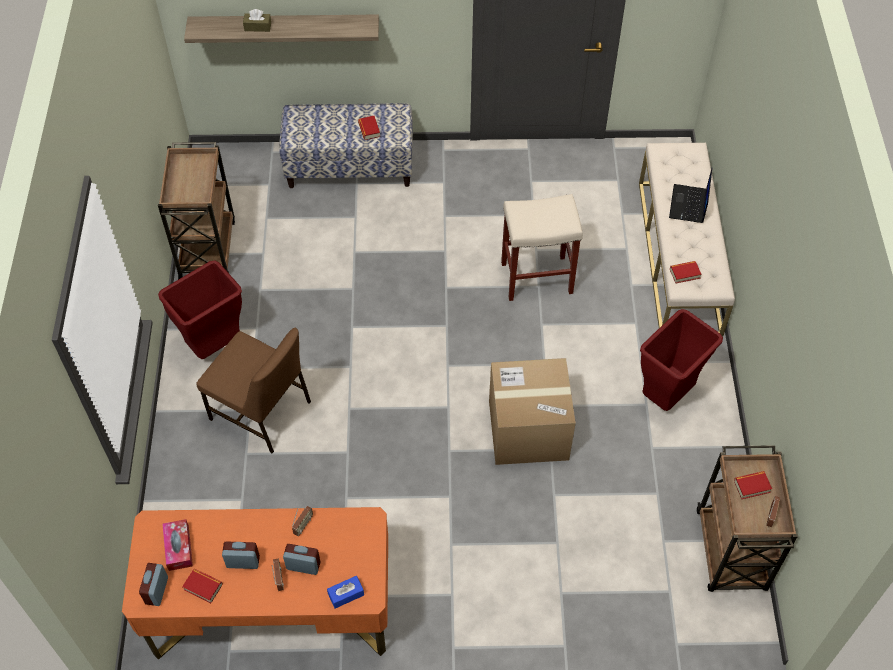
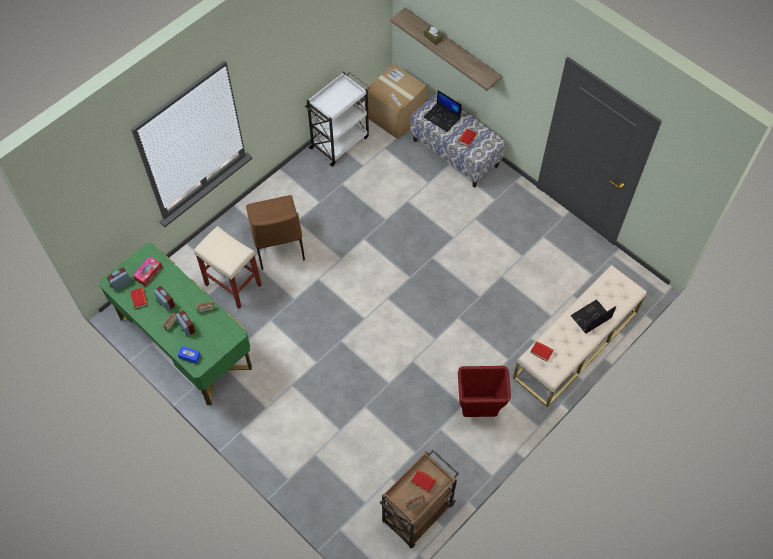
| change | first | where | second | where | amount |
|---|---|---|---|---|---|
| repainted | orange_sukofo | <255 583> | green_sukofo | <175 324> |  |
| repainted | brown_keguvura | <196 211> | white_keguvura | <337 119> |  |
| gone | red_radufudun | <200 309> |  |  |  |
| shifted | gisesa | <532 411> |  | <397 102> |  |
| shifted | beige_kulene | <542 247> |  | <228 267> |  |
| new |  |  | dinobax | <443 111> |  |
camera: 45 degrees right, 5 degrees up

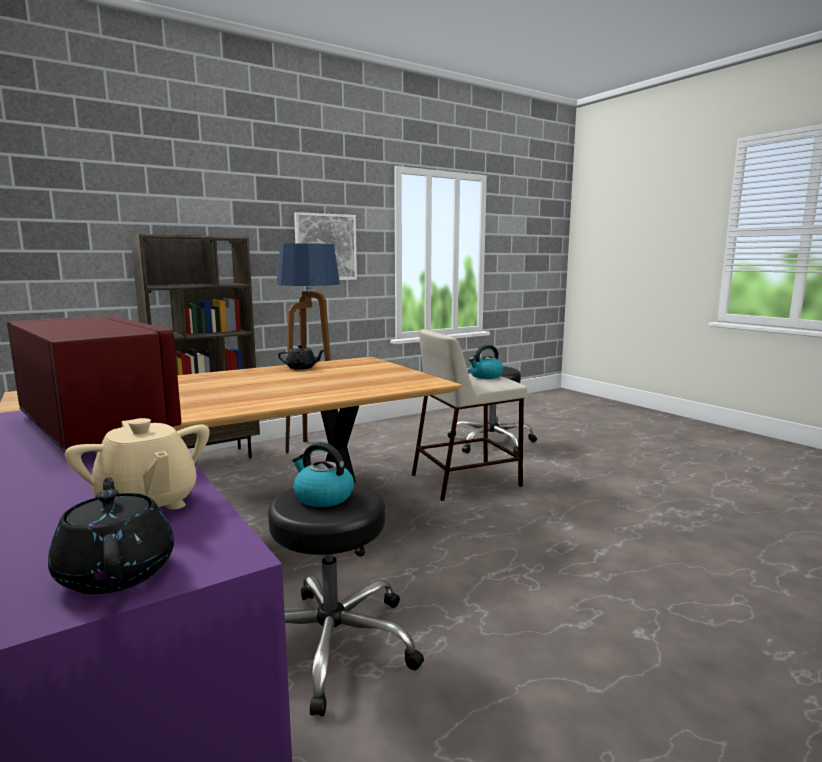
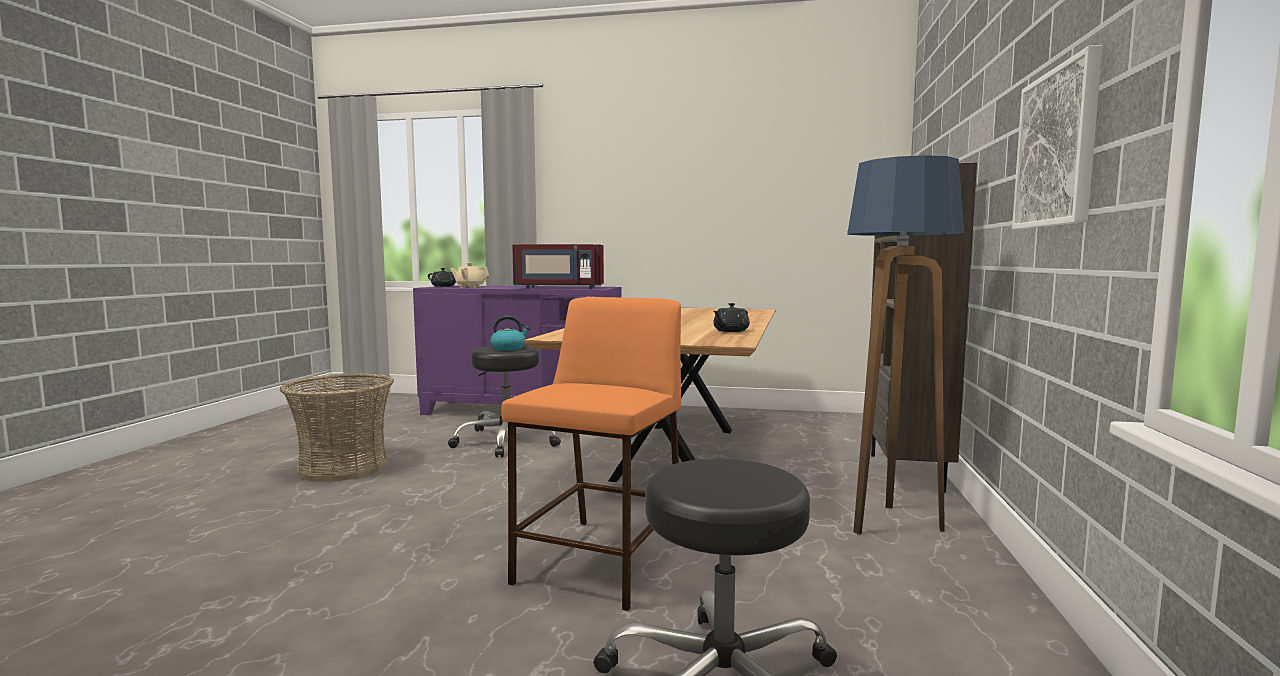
| change | first | where | second | where | amount |
|---|---|---|---|---|---|
| repainted | beige_kulene | <469 415> | orange_kulene | <591 454> |  |
| gone | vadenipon | <486 362> |  |  |  |
| new |  |  | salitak | <337 427> |  |
camera: 135 degrees right, 5 degrees down

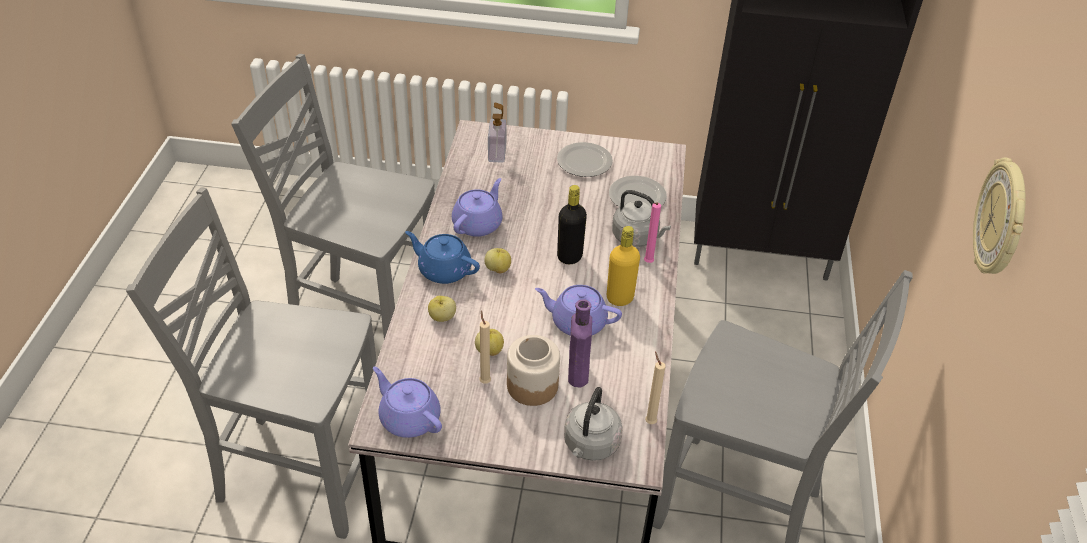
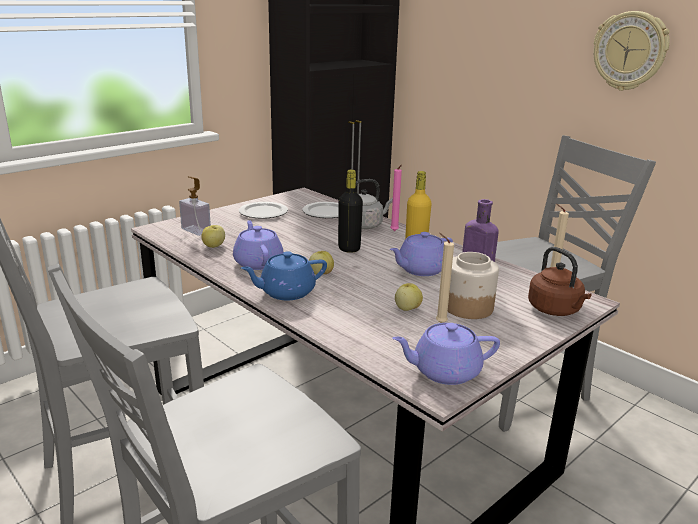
| change | first | where | second | where | amount |
|---|---|---|---|---|---|
| shifted | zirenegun | <442 308> |  | <213 236> |  |
| repainted | grey_vadenipon | <593 424> | brown_vadenipon | <559 281> |  |
camera: 50 degrees left, 20 degrees down

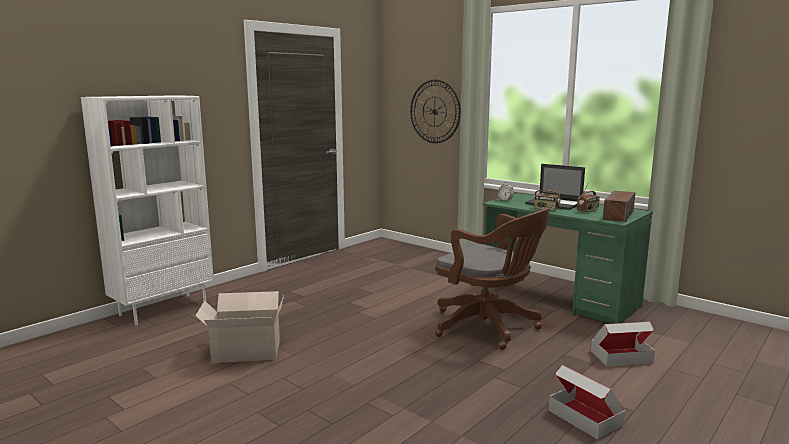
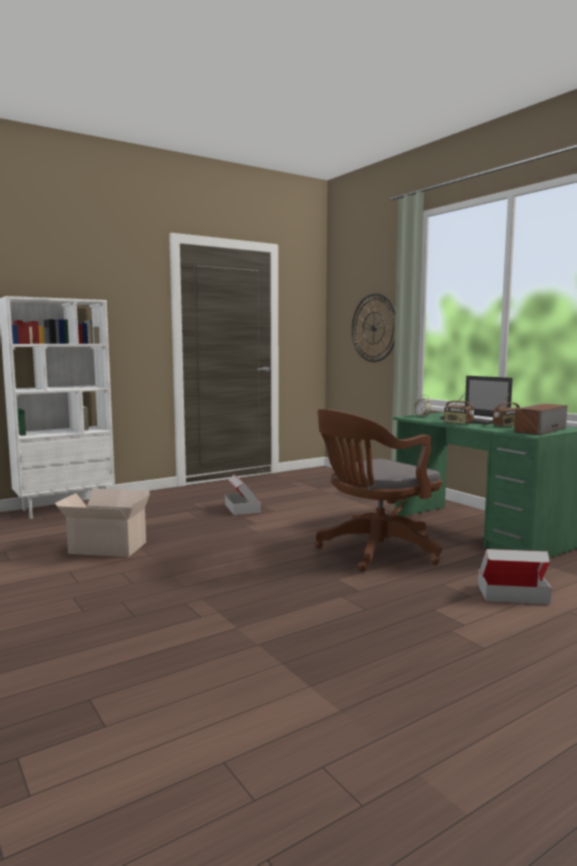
| change | first | where | second | where | amount |
|---|---|---|---|---|---|
| rotated | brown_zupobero | <492 279> |  | <378 490> | 90 degrees clockwise |
| shifted | gisesa | <586 402> |  | <243 495> |  |
camera: 15 degrees right, 5 degrees down

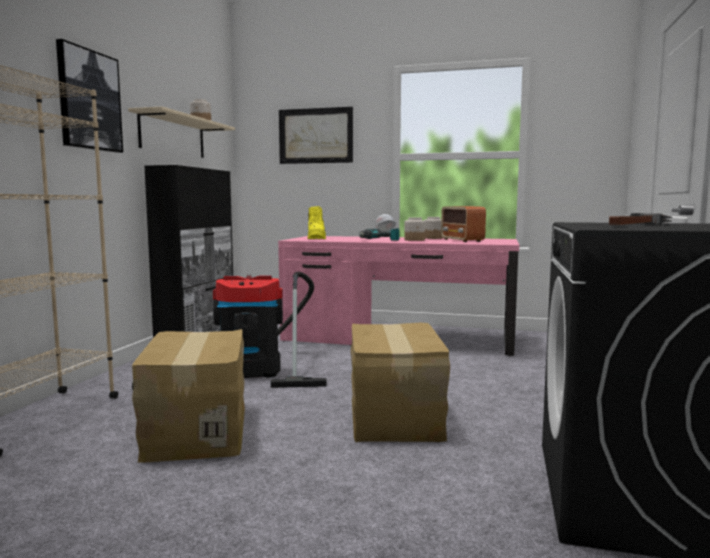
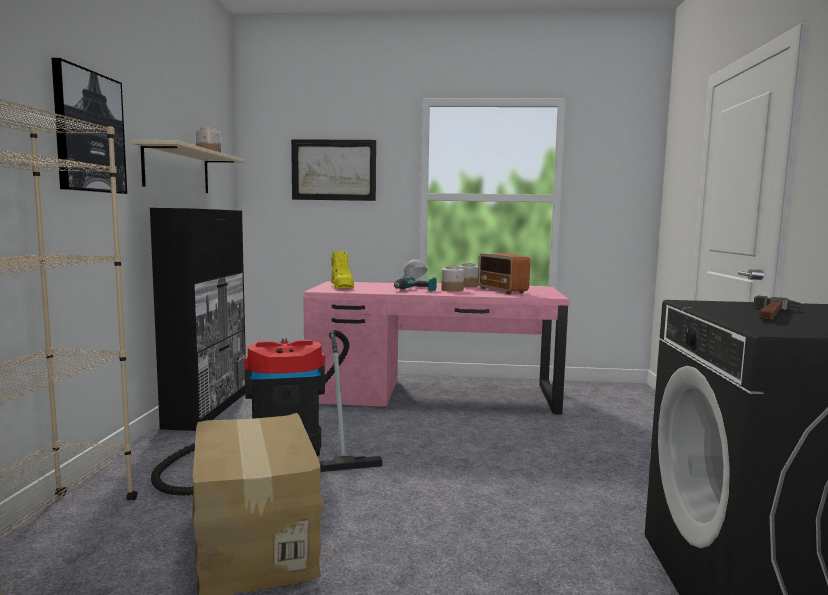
| change | first | where | second | where | amount |
|---|---|---|---|---|---|
| gone | gisesa | <400 382> |  |  |  |
camera: 10 degrees left, 0 degrees up

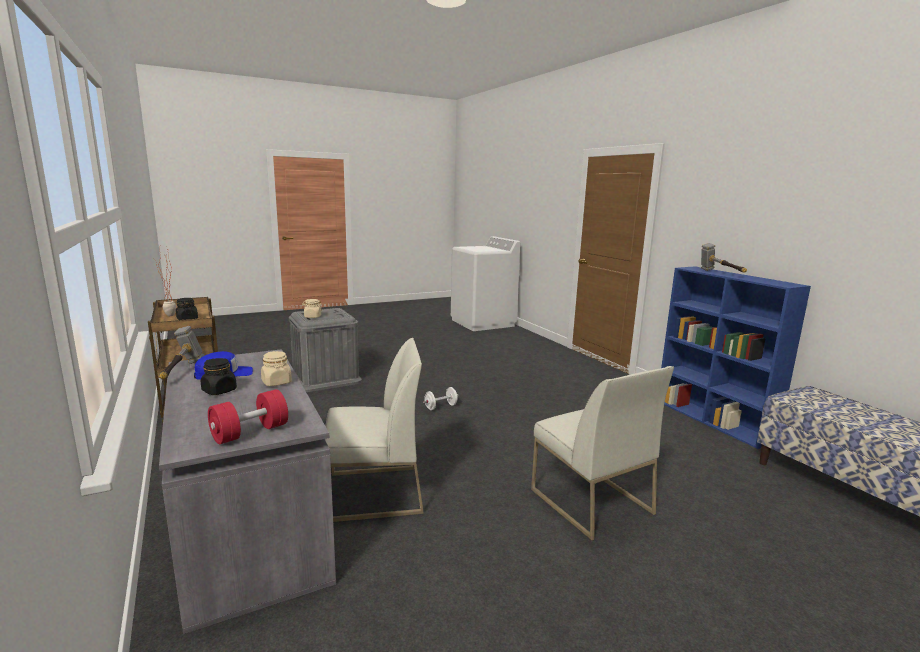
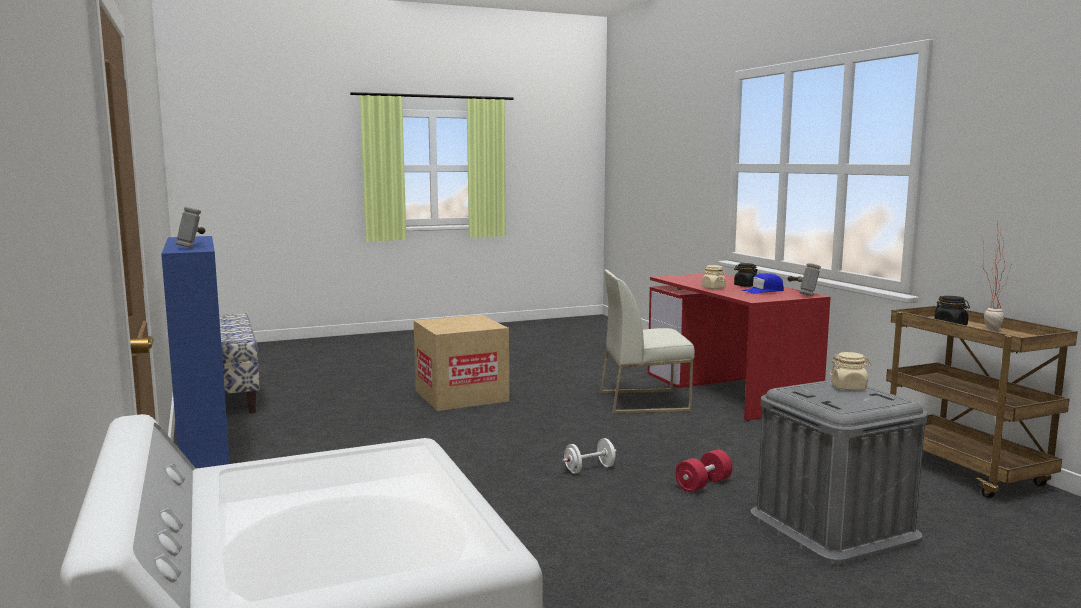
| change | first | where | second | where | amount |
|---|---|---|---|---|---|
| repainted | grey_sukofo | <247 491> | red_sukofo | <739 347> |  |
| shifted | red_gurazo | <248 416> |  | <704 470> |  |
| swapped | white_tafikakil | <602 453> | gisesa | <461 363> |  |
camera: 175 degrees left, 5 degrees down

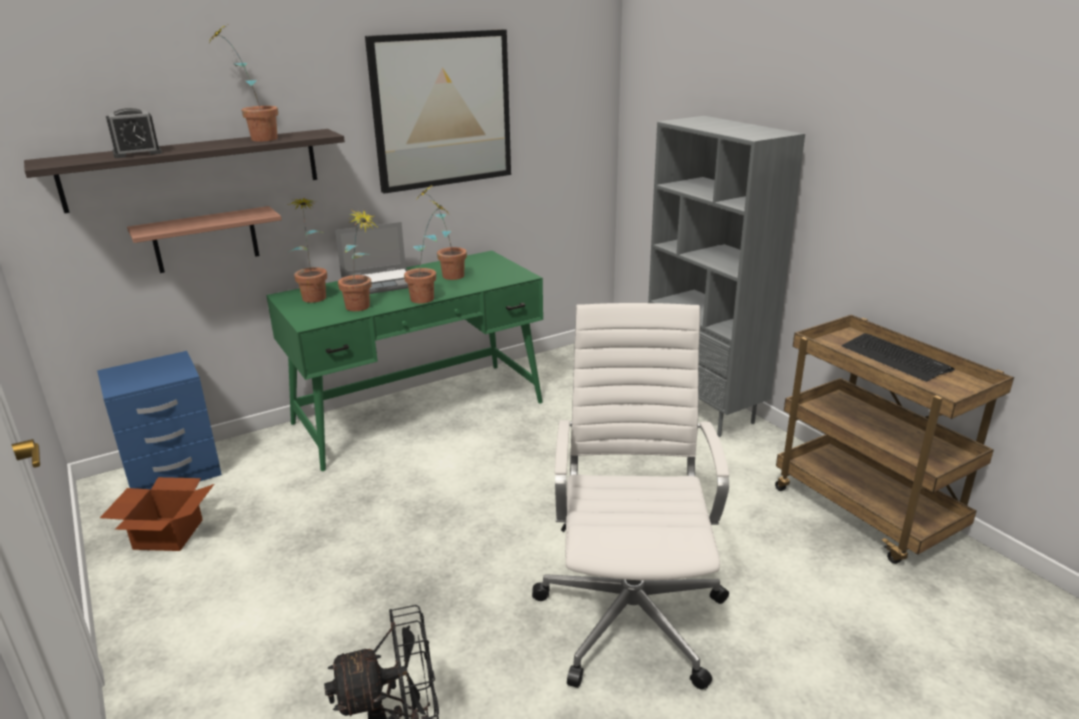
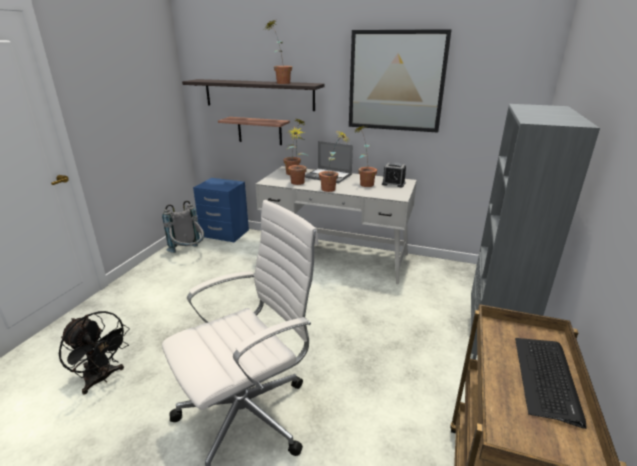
| change | first | where | second | where | amount |
|---|---|---|---|---|---|
| swapped | gisesa | <157 514> | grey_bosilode | <183 227> |  |
| shifted | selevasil | <134 133> |  | <394 174> |  |
| repainted | green_sukofo | <404 361> | white_sukofo | <336 225> |  |
camera: 50 degrees right, 0 degrees up

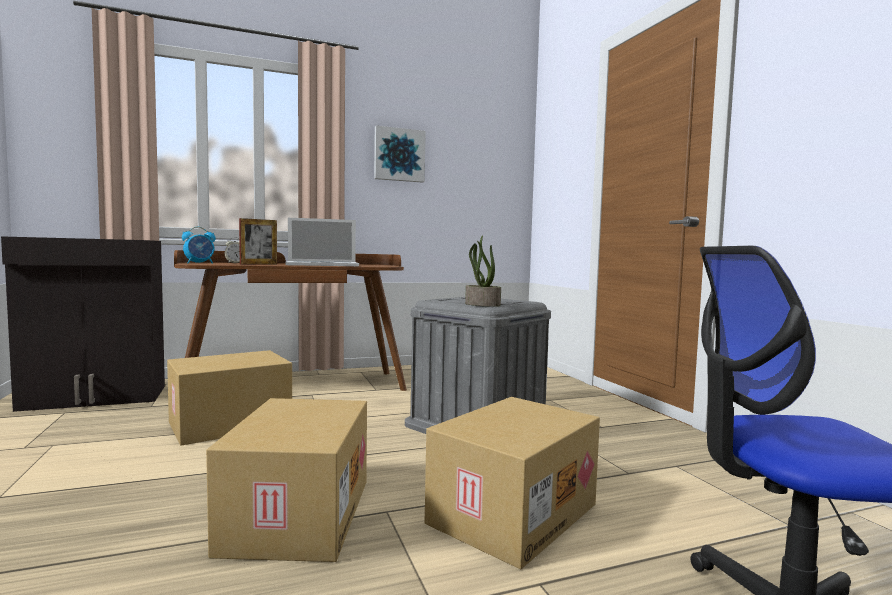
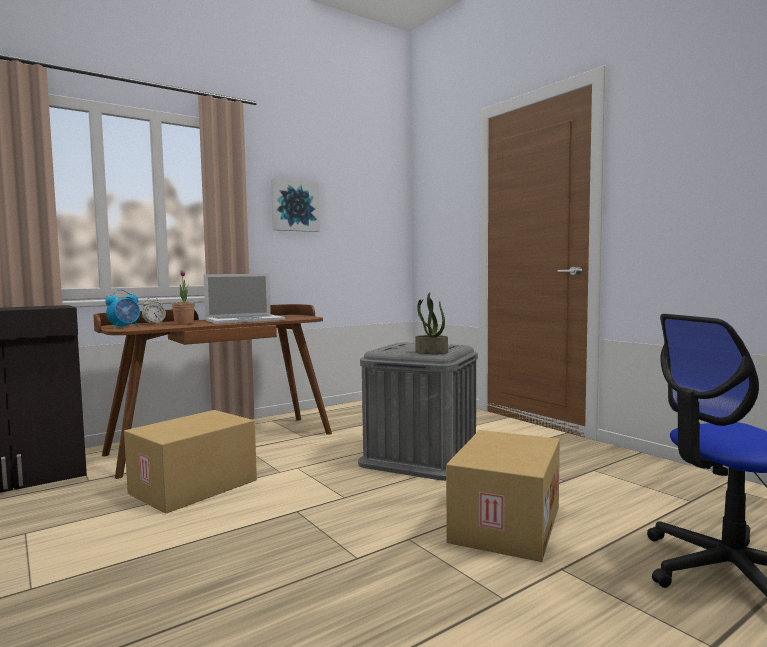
| change | first | where | second | where | amount |
|---|---|---|---|---|---|
| gone | gisesa | <286 480> |  |  |  |
| swapped | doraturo | <258 241> | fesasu | <183 297> |  |
camera: 15 degrees left, 0 degrees up

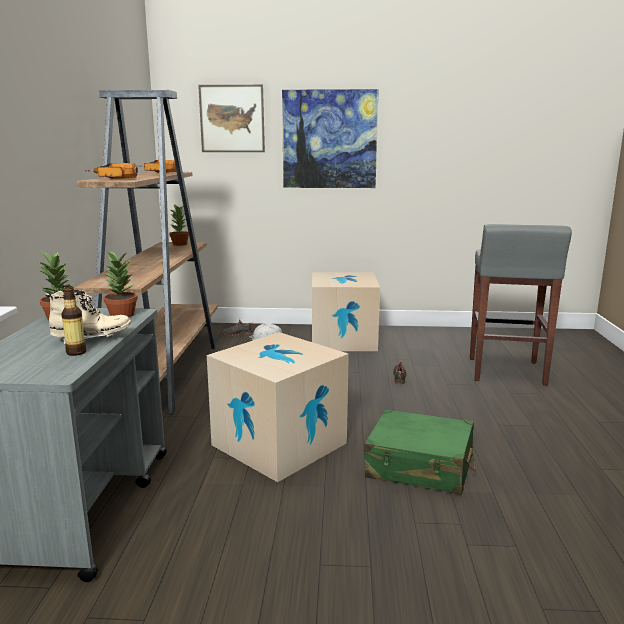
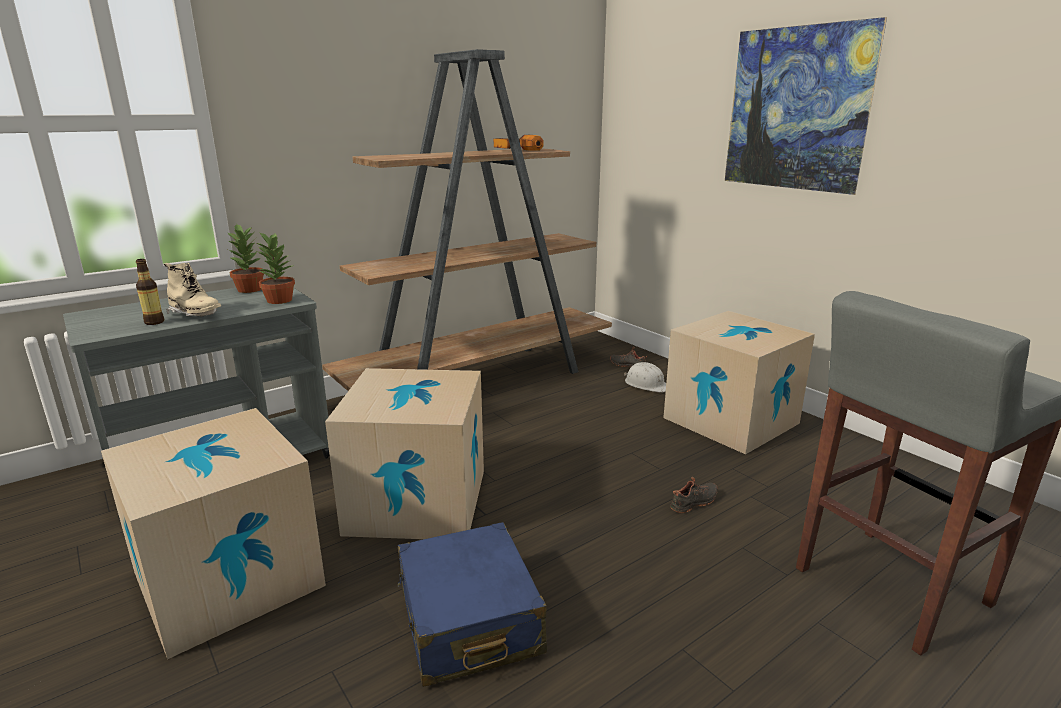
| change | first | where | second | where | amount |
|---|---|---|---|---|---|
| gone | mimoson | <111 170> |  |  |  |
| gone | fesasu | <179 225> |  |  |  |
| gone | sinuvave | <231 118> |  |  |  |
| repainted | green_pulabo | <419 452> | blue_pulabo | <472 604> |  |
| new |  |  | gisesa | <213 533> |  |
camera: 50 degrees right, 5 degrees up

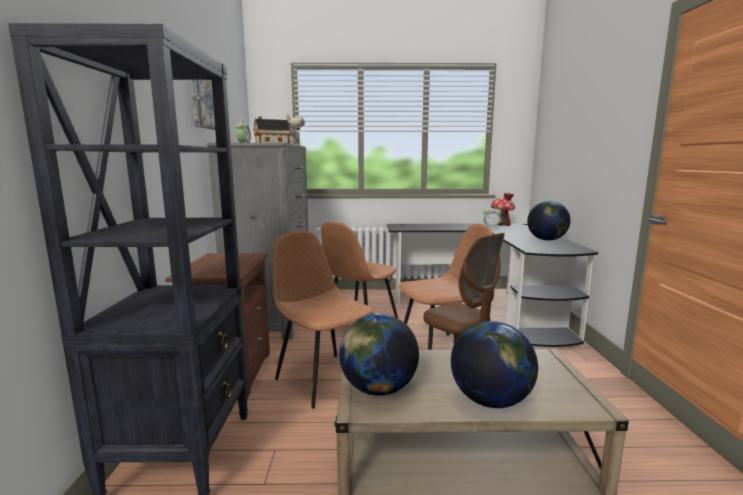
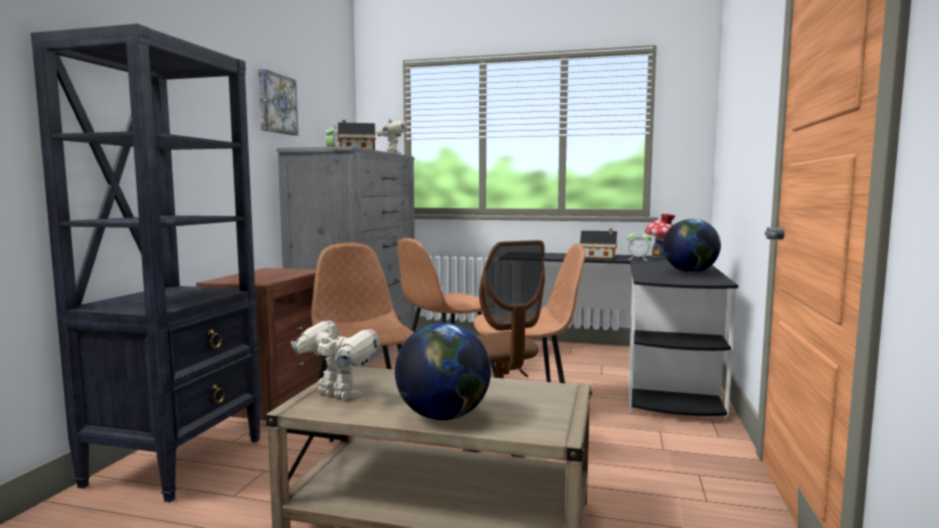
| change | first | where | second | where | amount |
|---|---|---|---|---|---|
| swapped | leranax | <379 354> | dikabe | <335 358> |  |
| new |  |  | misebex | <598 243> |  |
camera: 15 degrees right, 5 degrees down

